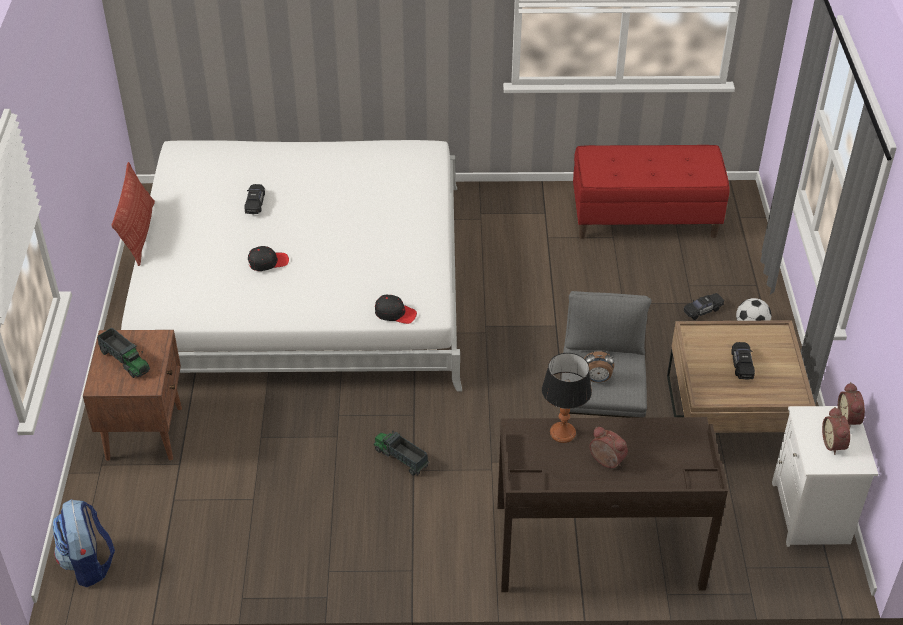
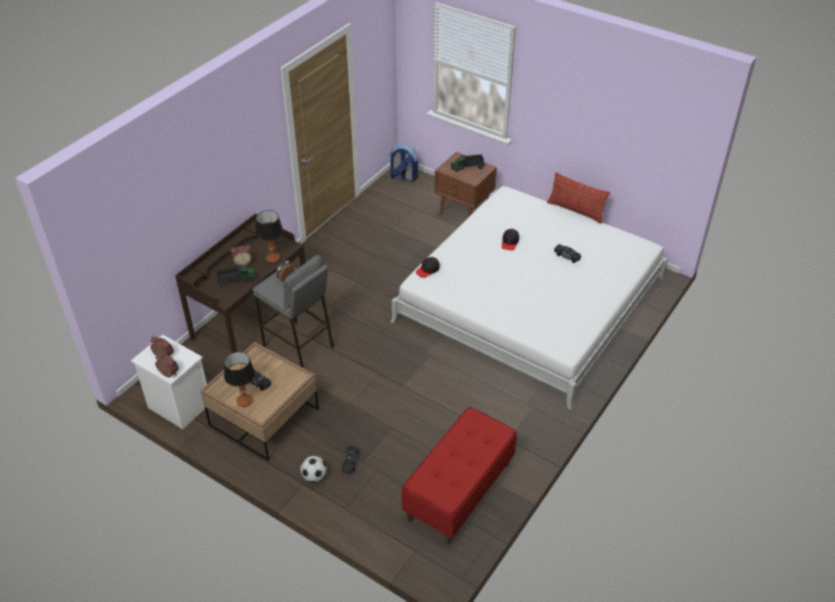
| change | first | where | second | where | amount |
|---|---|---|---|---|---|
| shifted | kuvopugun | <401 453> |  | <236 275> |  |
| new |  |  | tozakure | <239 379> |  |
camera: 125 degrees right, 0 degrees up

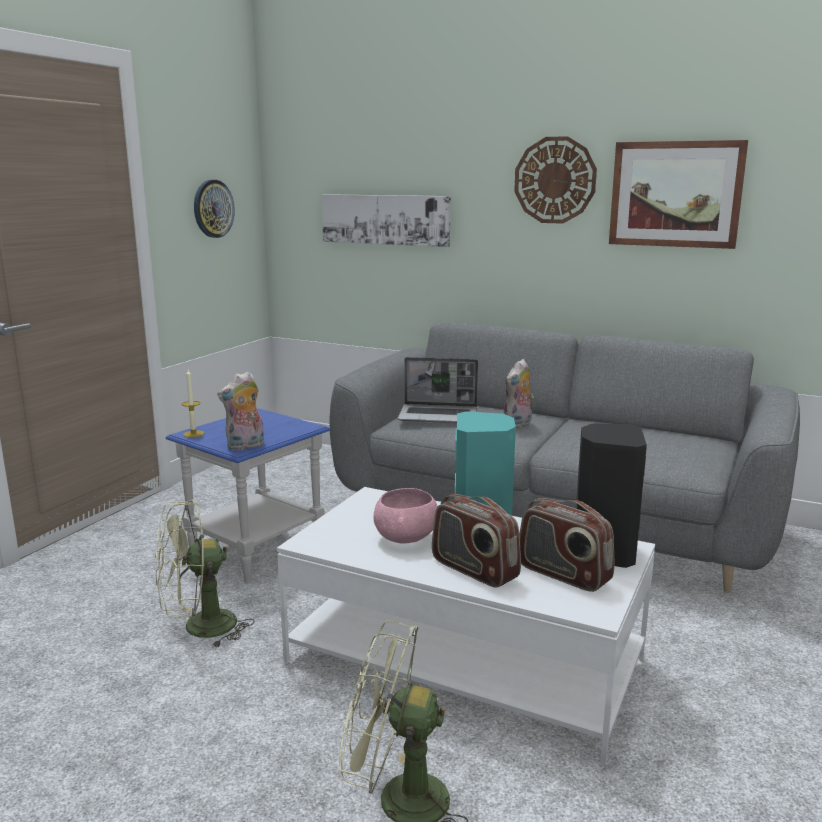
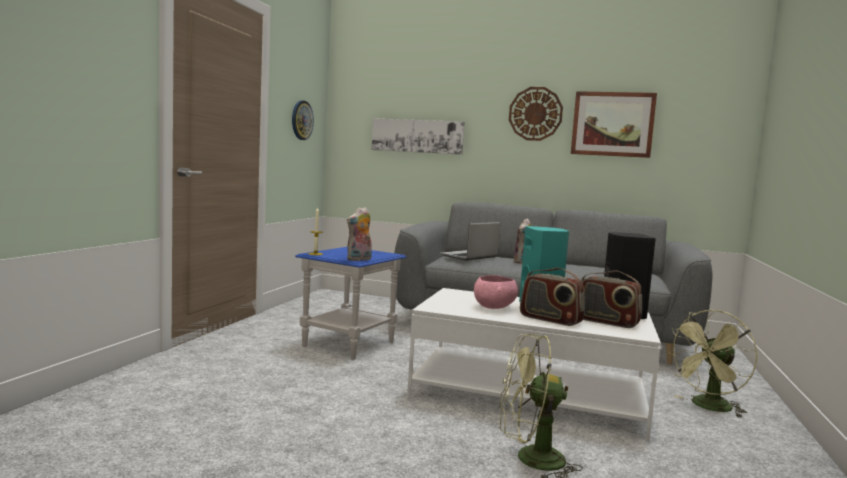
| change | first | where | second | where | amount |
|---|---|---|---|---|---|
| shifted | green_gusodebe | <204 574> |  | <711 364> |  |
| rotated | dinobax | <438 390> |  | <470 241> | 135 degrees clockwise |
camera: 10 degrees left, 10 degrees down

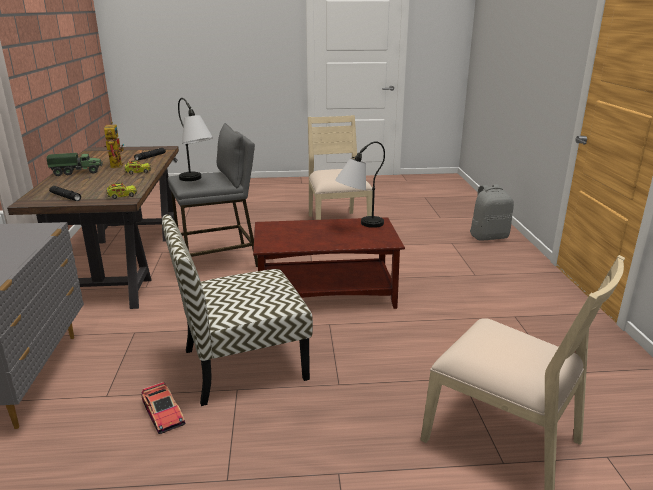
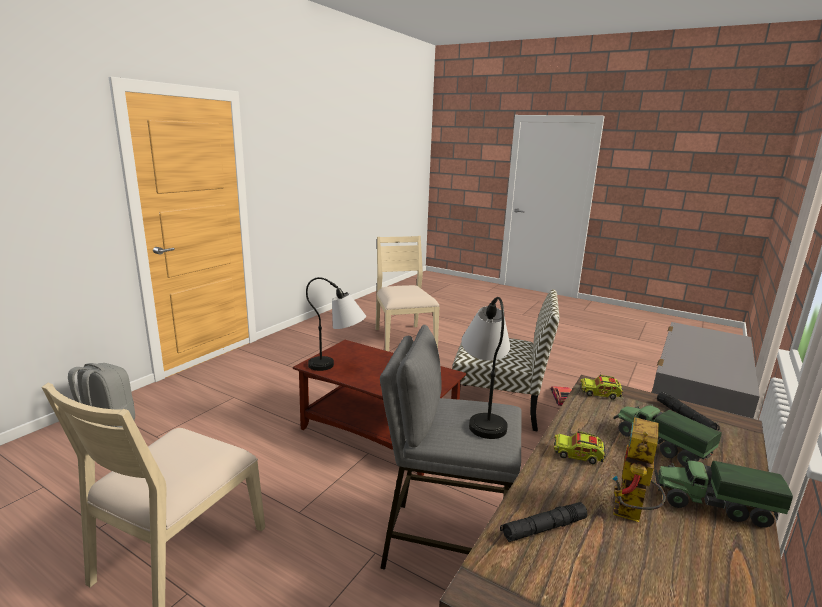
| change | first | where | second | where | amount |
|---|---|---|---|---|---|
| new |  |  | kuvopugun | <667 435> |  |
camera: 145 degrees left, 5 degrees down

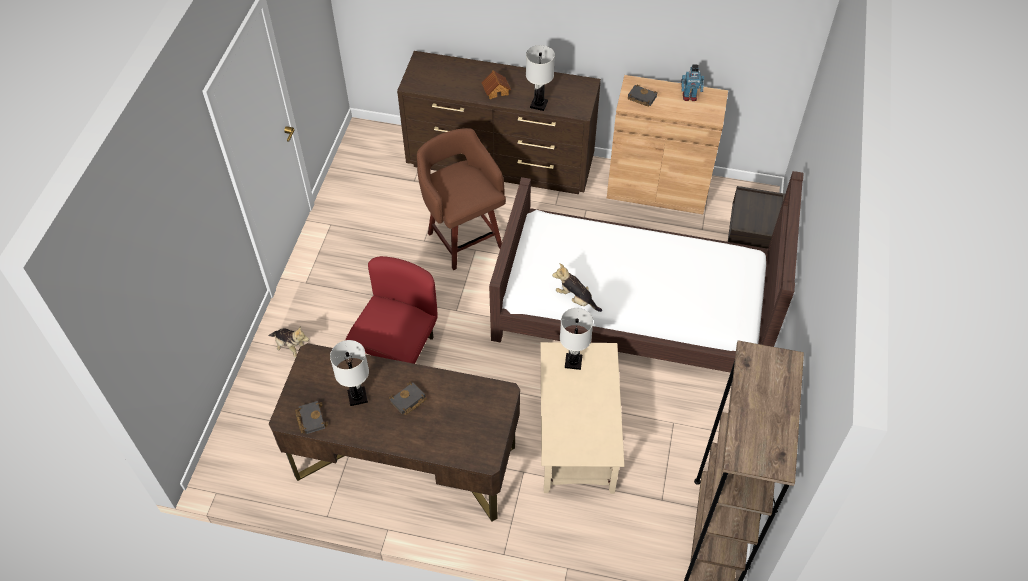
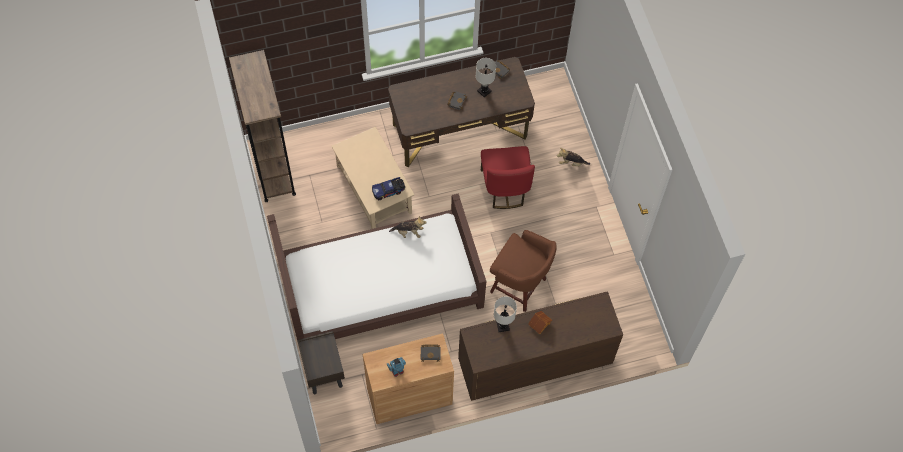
| change | first | where | second | where | amount |
|---|---|---|---|---|---|
| swapped | white_tozakure | <576 339> | kuvopugun | <388 188> |  |
camera: 150 degrees right, 10 degrees up

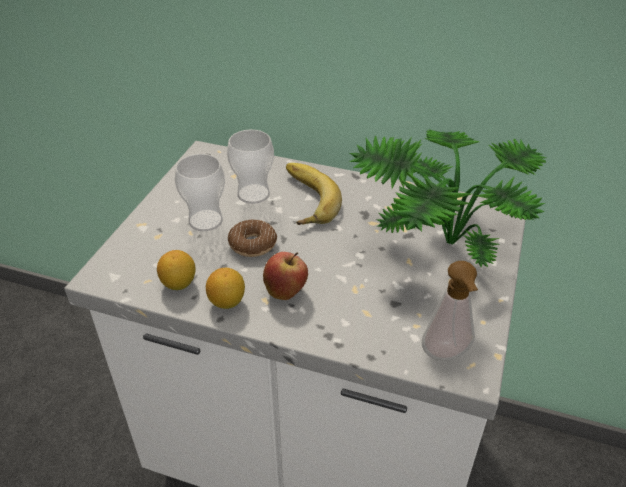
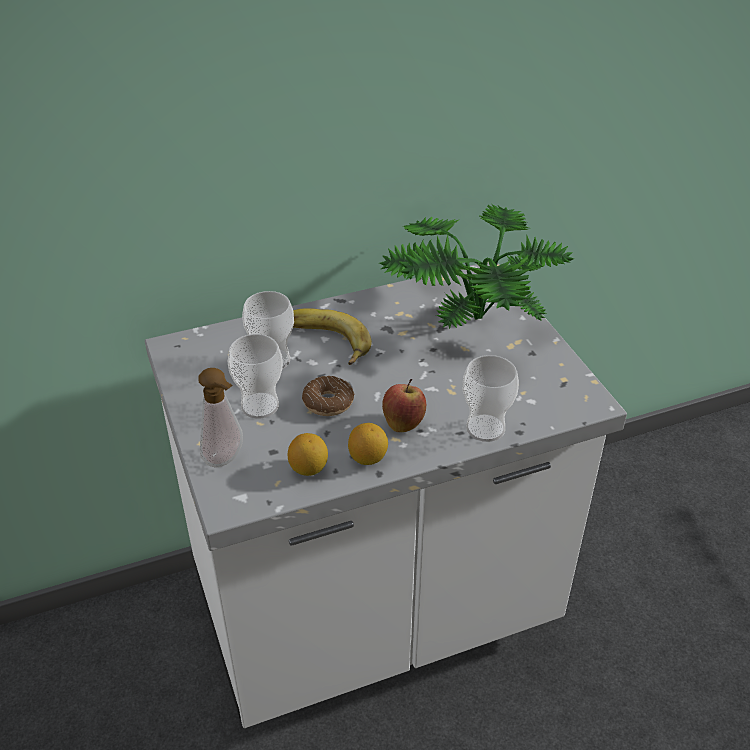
| change | first | where | second | where | amount |
|---|---|---|---|---|---|
| shifted | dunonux | <450 311> |  | <221 418> |  |
| new |  |  | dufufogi | <490 398> |  |
camera: 40 degrees left, 0 degrees up

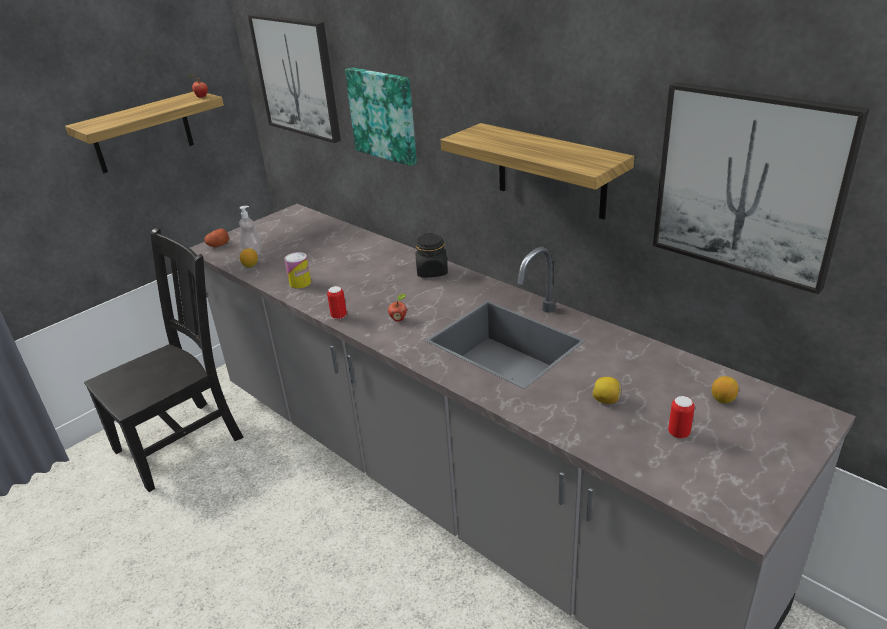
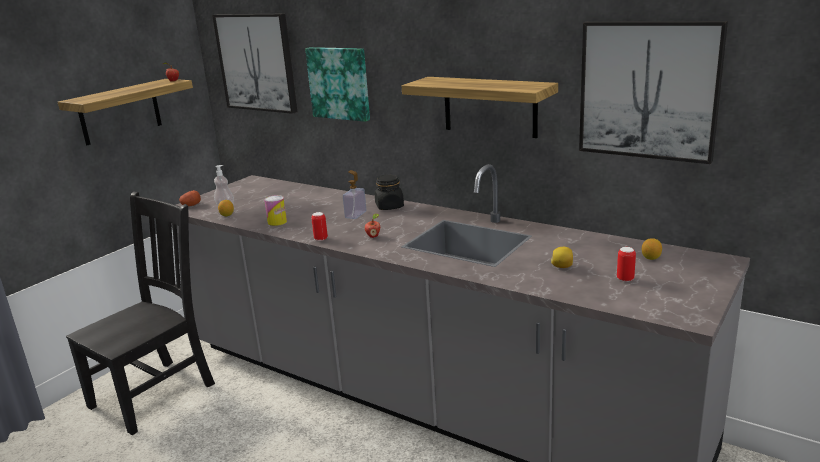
| change | first | where | second | where | amount |
|---|---|---|---|---|---|
| new |  |  | dunonux | <354 194> |  |
camera: 10 degrees left, 10 degrees down

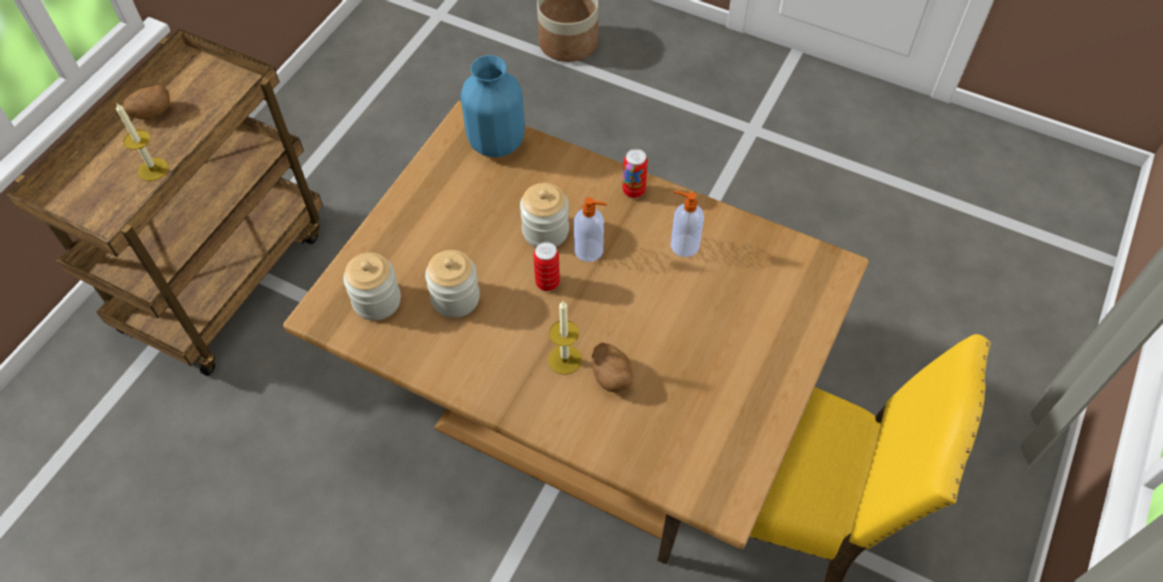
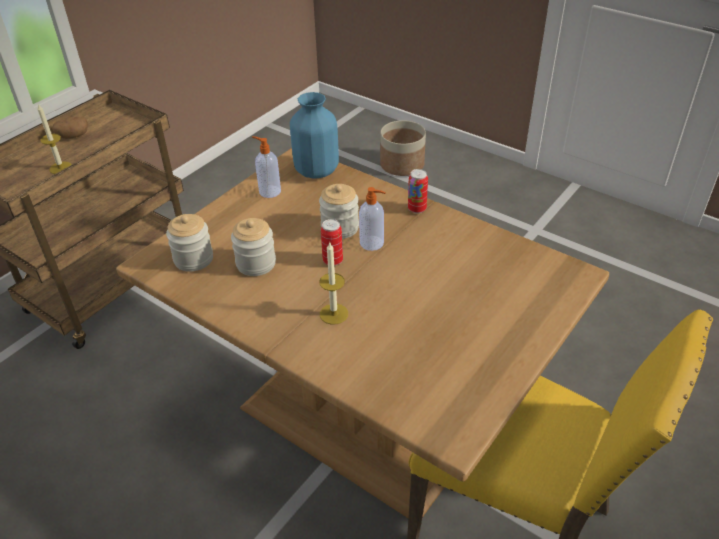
| change | first | where | second | where | amount |
|---|---|---|---|---|---|
| gone | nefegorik | <613 368> |  |  |  |
| shifted | dunonux | <687 224> |  | <266 167> |  |
camera: 10 degrees right, 15 degrees down

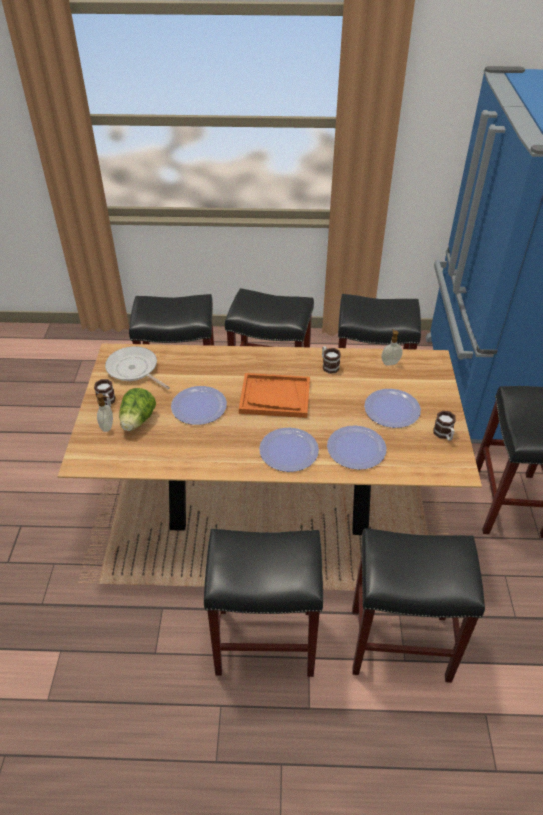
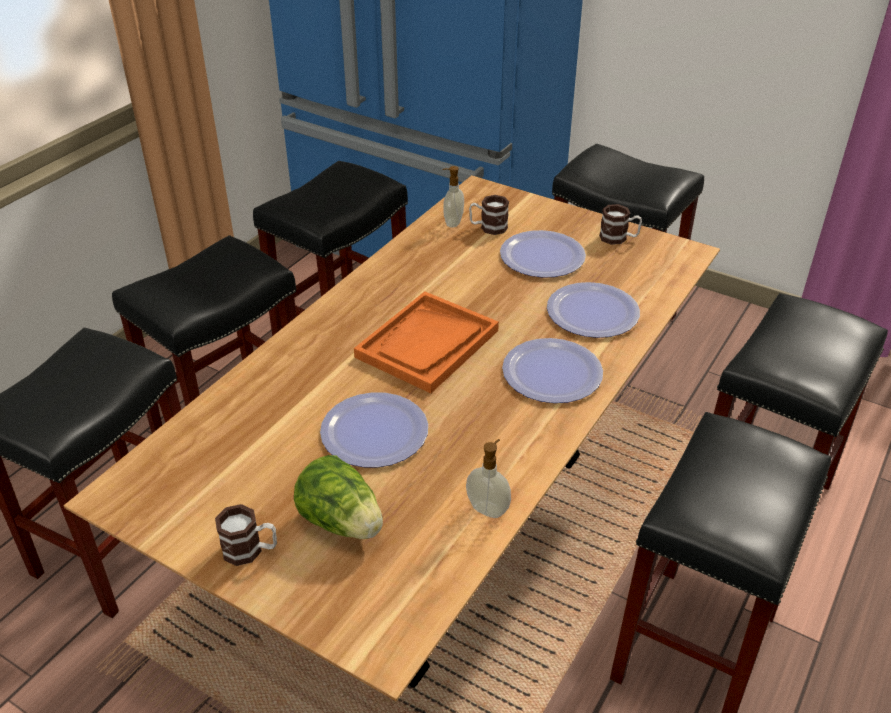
| change | first | where | second | where | amount |
|---|---|---|---|---|---|
| shifted | dunonux | <105 412> |  | <488 478> |  |
| gone | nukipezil | <137 367> |  |  |  |
| shifted | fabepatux | <331 360> |  | <489 215> |  |
camera: 60 degrees left, 5 degrees down

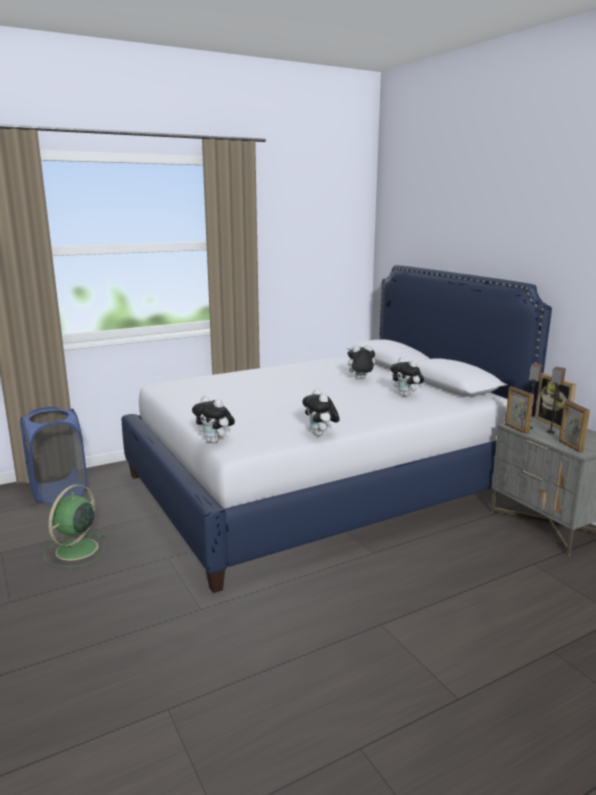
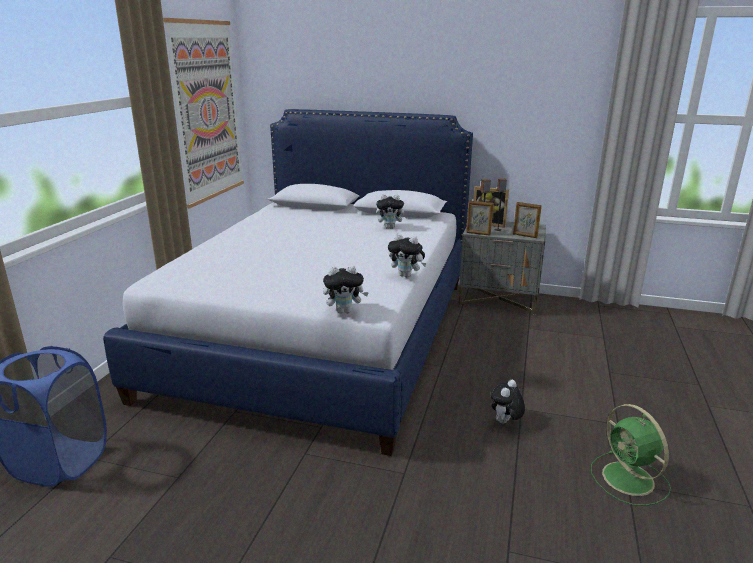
| change | first | where | second | where | amount |
|---|---|---|---|---|---|
| shifted | green_gusodebe | <75 525> |  | <631 455> |  |
| shifted | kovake | <359 362> |  | <508 402> |  |
| new |  |  | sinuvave | <203 113> |  |
camera: 45 degrees left, 5 degrees up

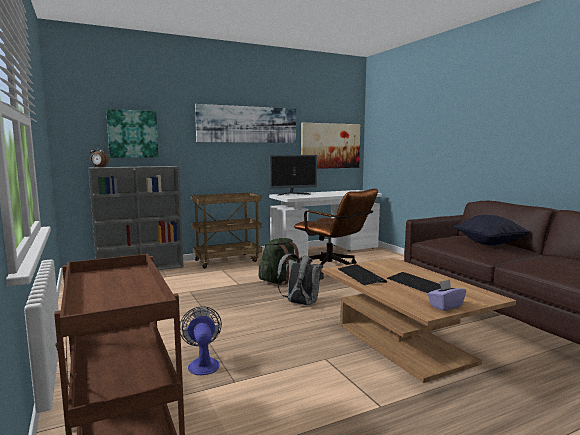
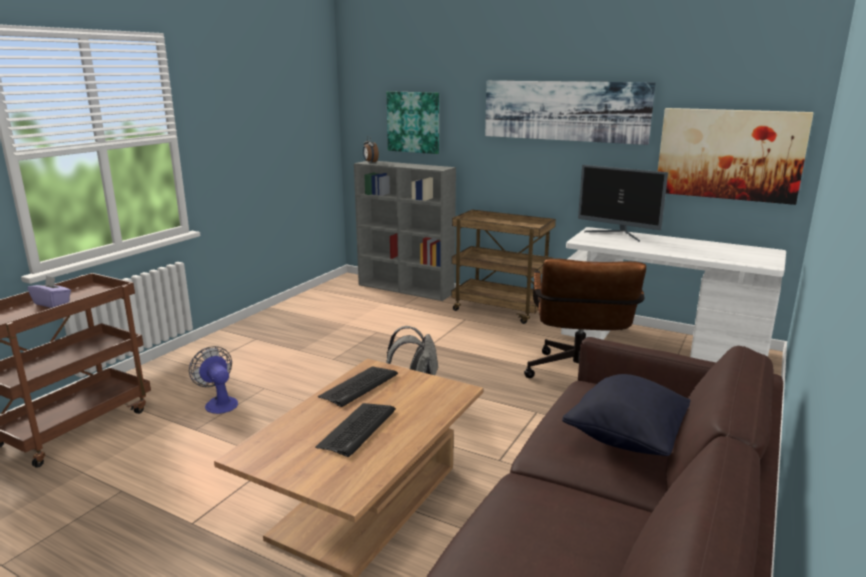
| change | first | where | second | where | amount |
|---|---|---|---|---|---|
| rotated | gusodebe | <201 340> |  | <213 380> | 75 degrees counterclockwise |
| gone | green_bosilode | <280 261> |  |  |  |
| shifted | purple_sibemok | <447 295> |  | <49 292> |  |
camera: 55 degrees right, 10 degrees up

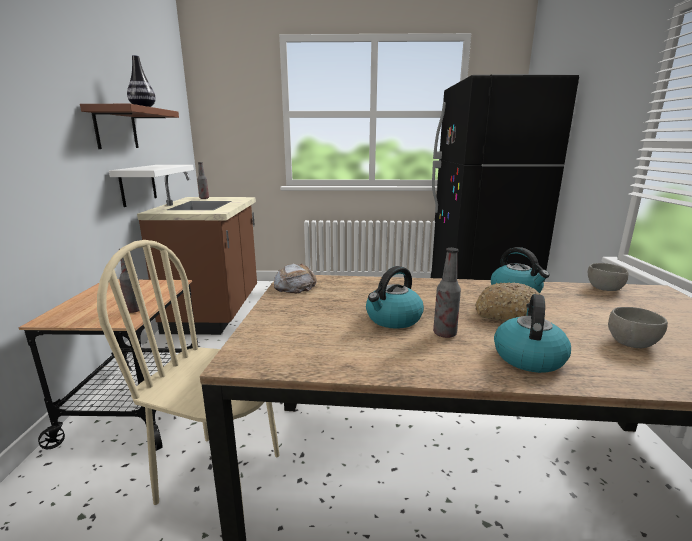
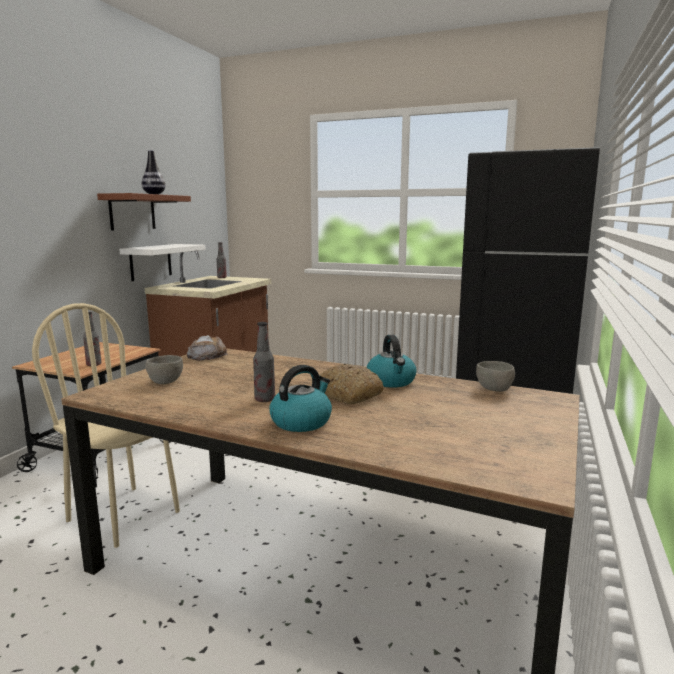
| change | first | where | second | where | amount |
|---|---|---|---|---|---|
| gone | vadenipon | <395 297> |  |  |  |
| shifted | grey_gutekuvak | <638 327> |  | <164 369> |  |
camera: 20 degrees right, 5 degrees down

